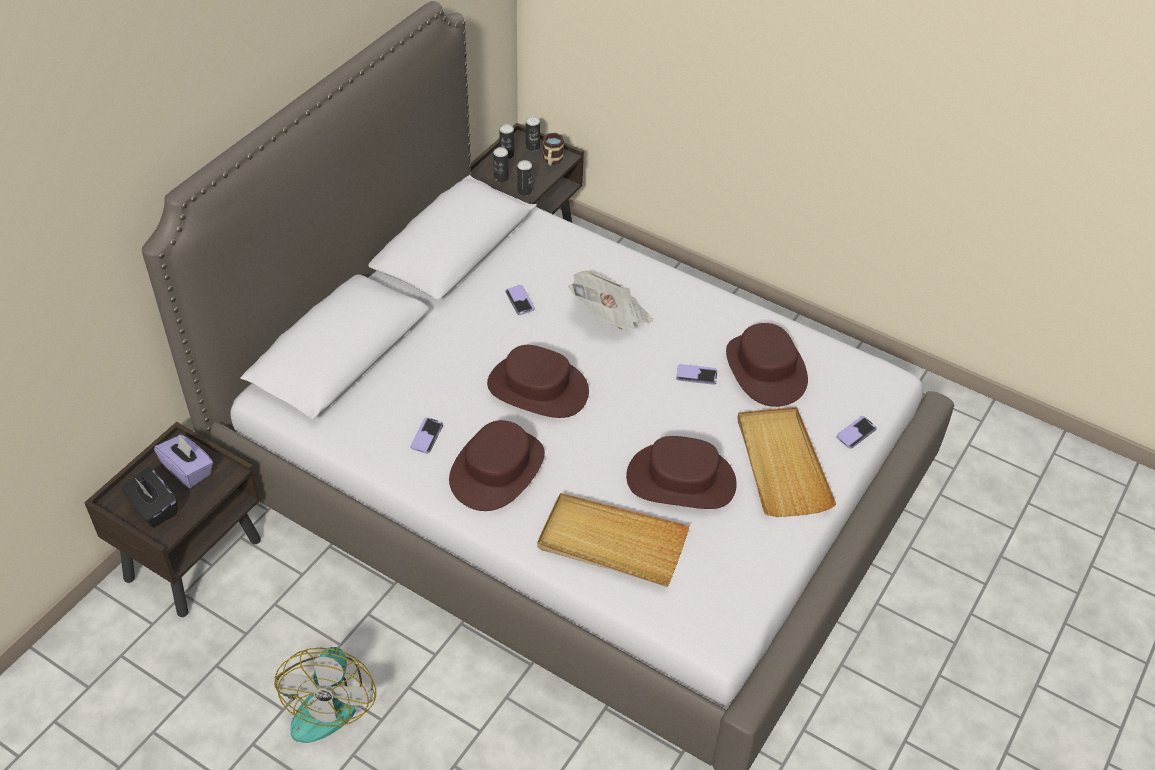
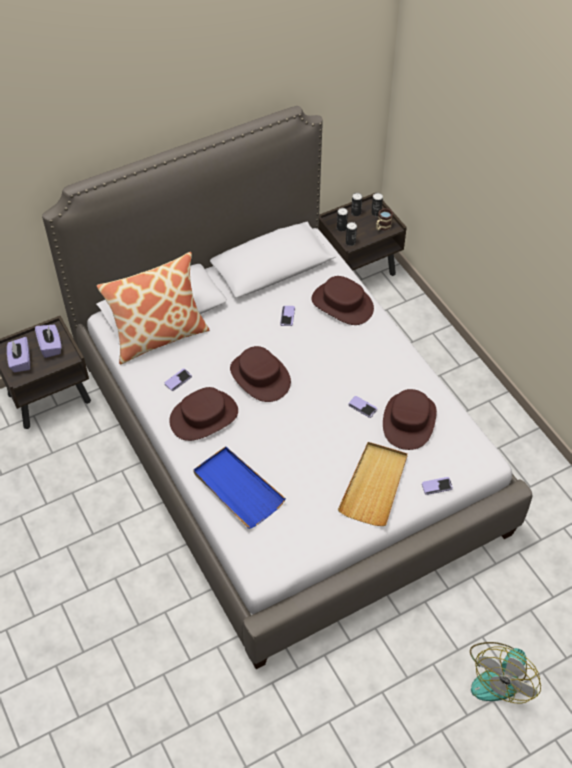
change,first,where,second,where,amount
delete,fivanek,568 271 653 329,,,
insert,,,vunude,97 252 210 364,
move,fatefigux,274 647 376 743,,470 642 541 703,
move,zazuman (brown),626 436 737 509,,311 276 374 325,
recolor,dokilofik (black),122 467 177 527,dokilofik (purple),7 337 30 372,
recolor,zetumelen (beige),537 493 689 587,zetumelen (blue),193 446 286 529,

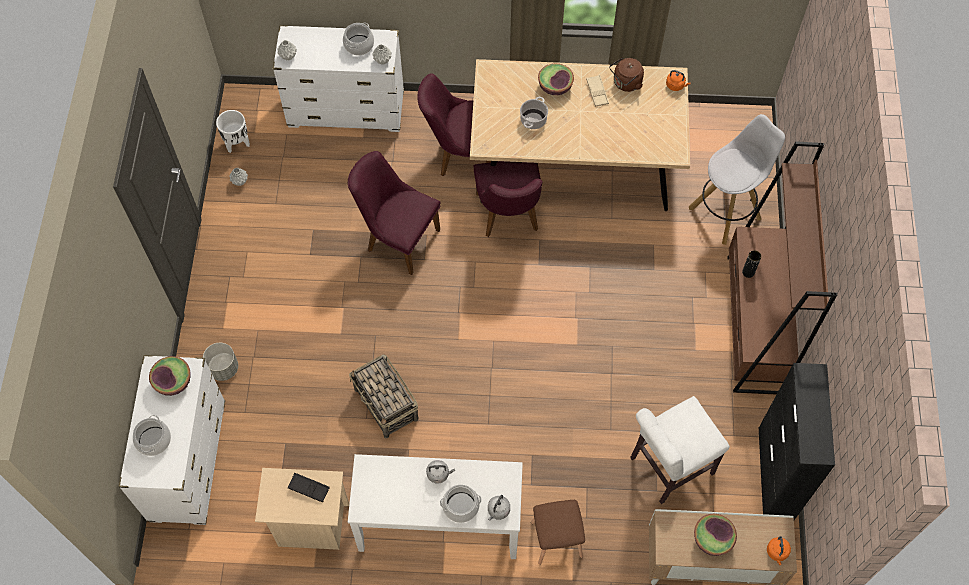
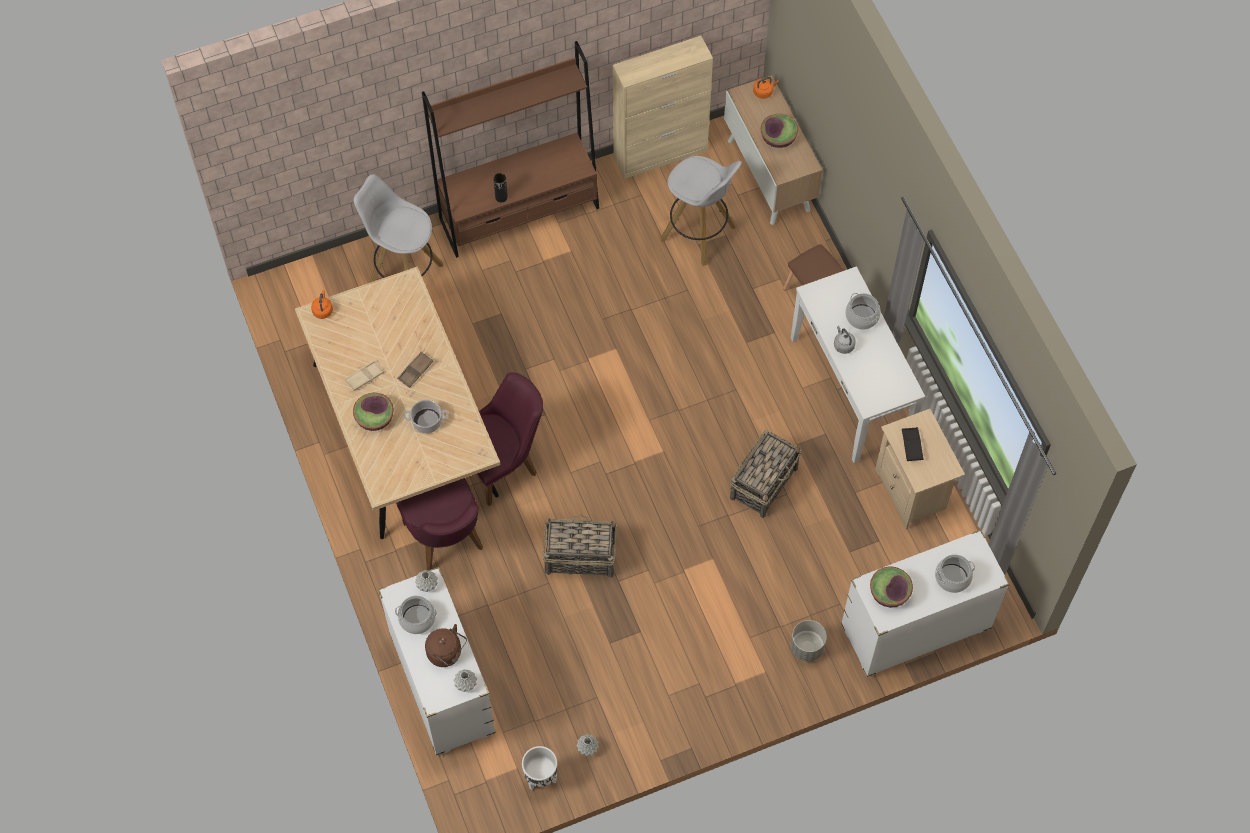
change,first,where,second,where,amount
delete,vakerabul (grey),488 495 510 520,,,
insert,,,zetumelen (brown),397 352 433 388,
move,vakerabul (brown),609 57 644 92,,425 624 467 667,
replace,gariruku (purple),348 151 441 275,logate,543 515 617 578,
replace,gariruku (white),630 396 730 504,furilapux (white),661 156 742 266,
recolor,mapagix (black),759 363 835 520,mapagix (beige),613 36 713 179,

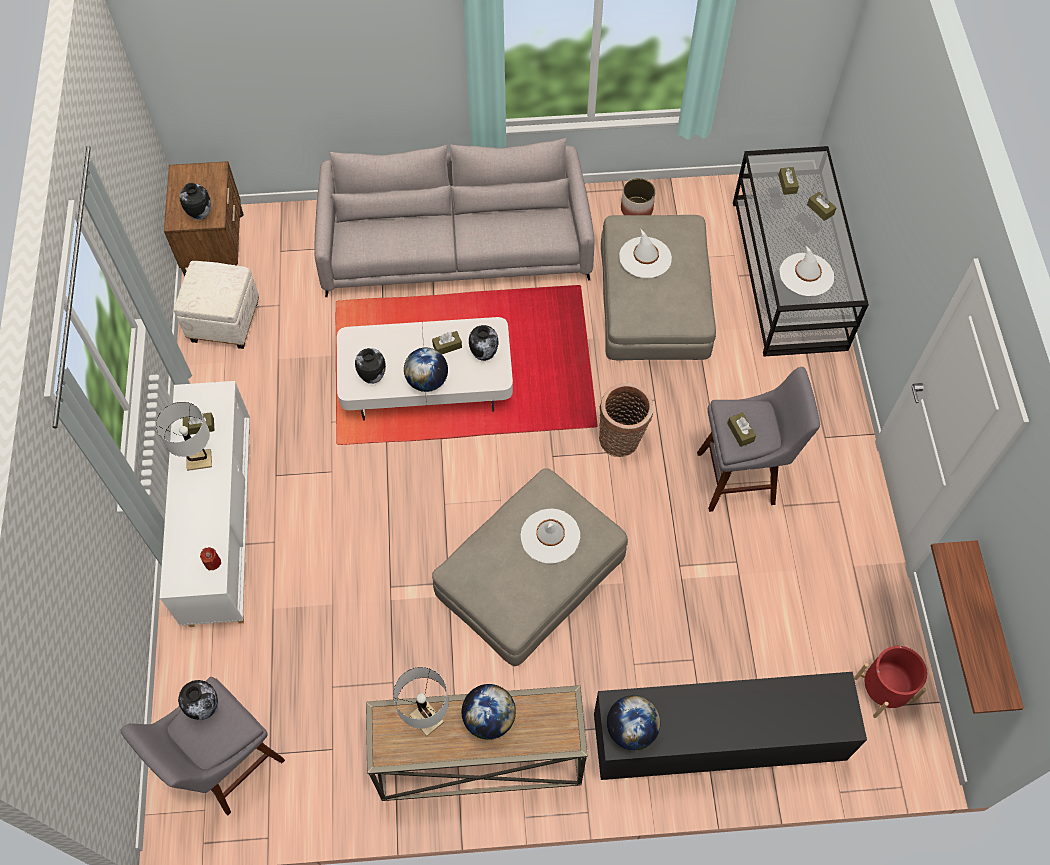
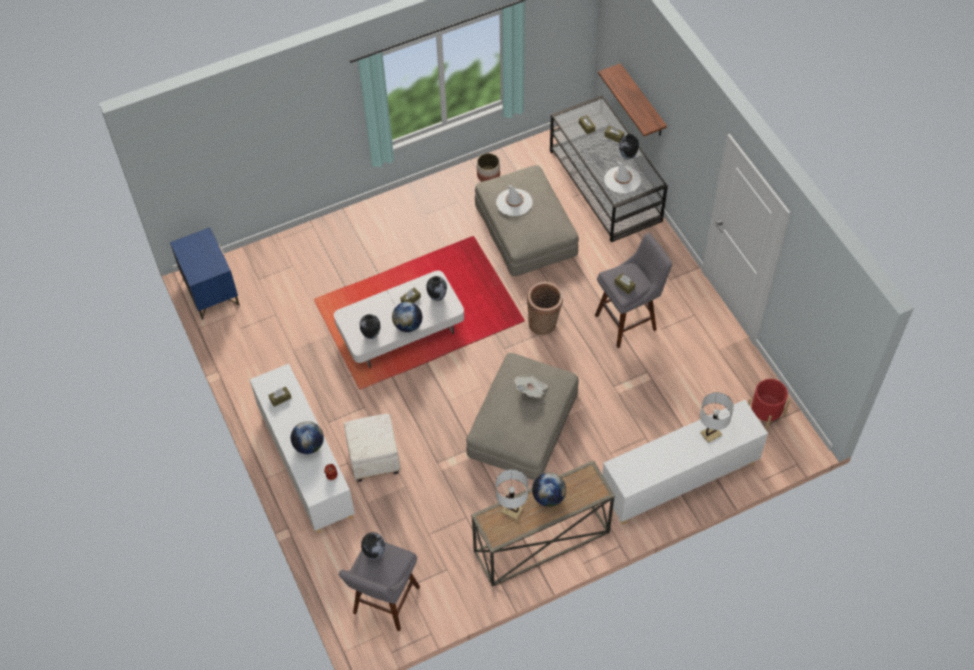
change,first,where,second,where,amount
delete,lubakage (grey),314 138 595 297,,,
move,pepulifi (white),156 402 212 471,,700 392 734 443,
move,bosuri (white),174 261 259 349,,344 414 401 482,
move,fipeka,180 183 211 220,,619 134 639 160,
move,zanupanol,607 695 660 750,,291 421 324 454,
move,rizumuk,931 540 1024 714,,598 63 667 136,
replace,zazuman (white),521 509 580 564,fivanek,514 375 548 397,
recolor,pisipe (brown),164 161 244 277,pisipe (blue),170 227 240 320,
recolor,mapagix (black),594 672 867 780,mapagix (white),602 400 768 525,

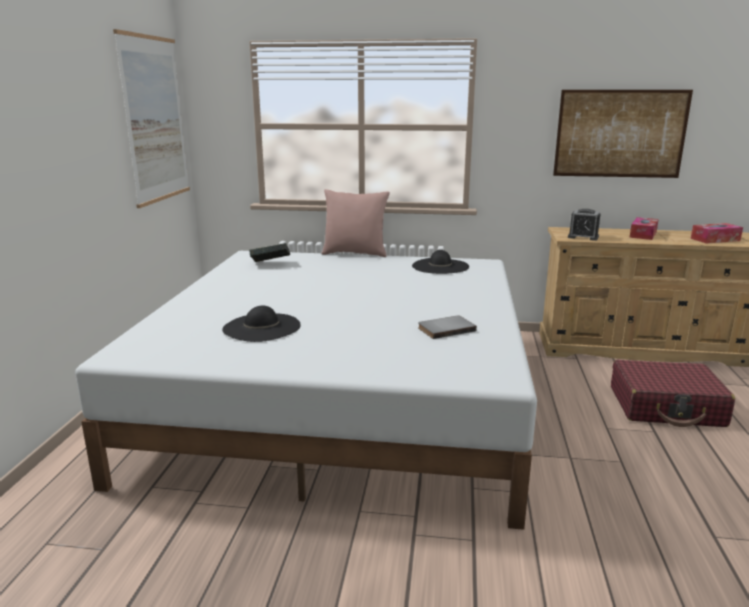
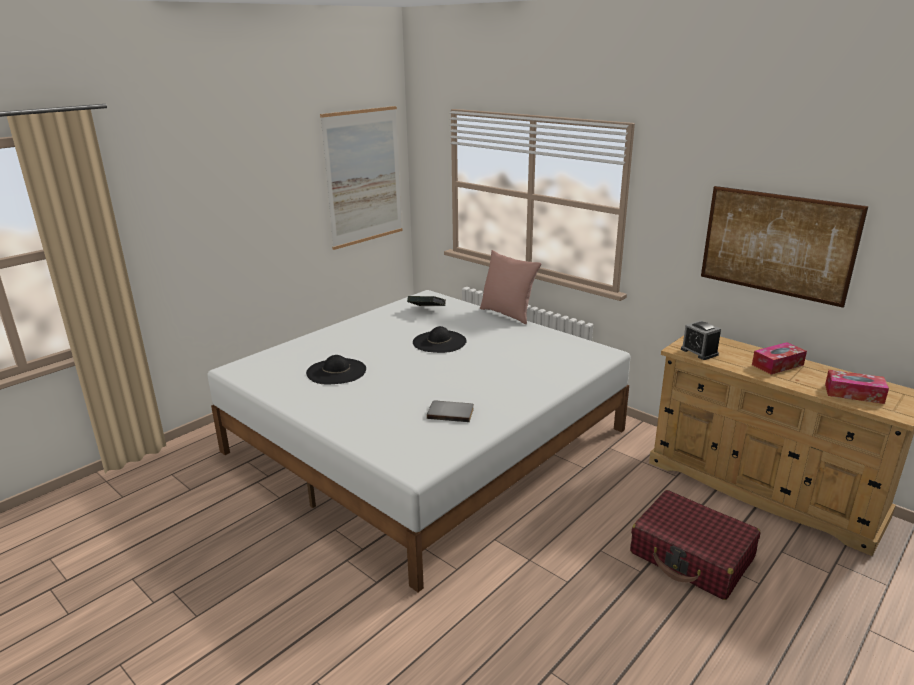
change,first,where,second,where,amount
move,zazuman (black),412 250 469 274,,413 326 467 353,

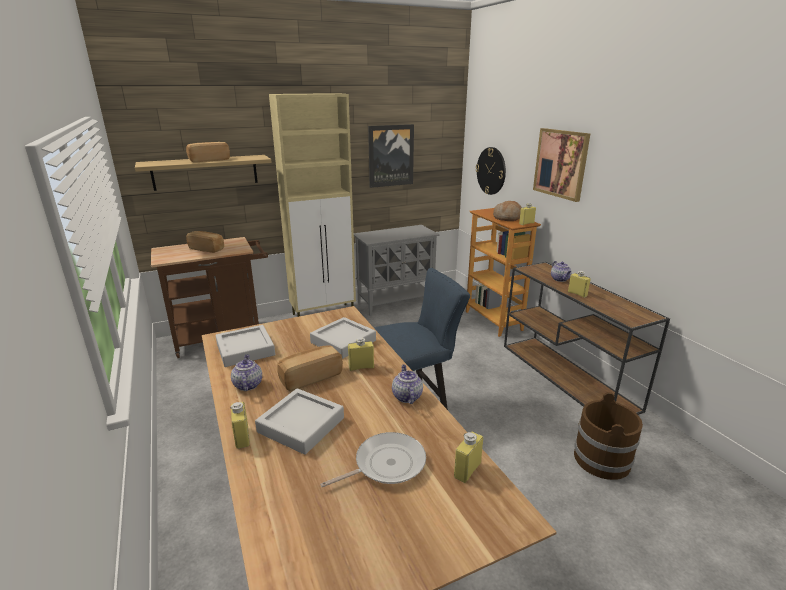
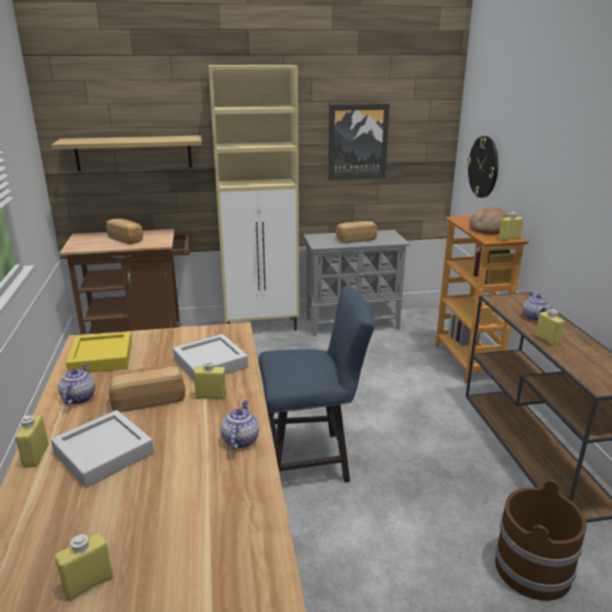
change,first,where,second,where,amount
delete,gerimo,320 432 426 487,,,
delete,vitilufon,533 128 590 202,,,
move,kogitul,186 142 230 162,,336 221 377 243,
move,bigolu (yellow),454 432 483 483,,55 533 113 601,
recolor,zetumelen (grey),216 325 275 367,zetumelen (yellow),66 332 132 373,

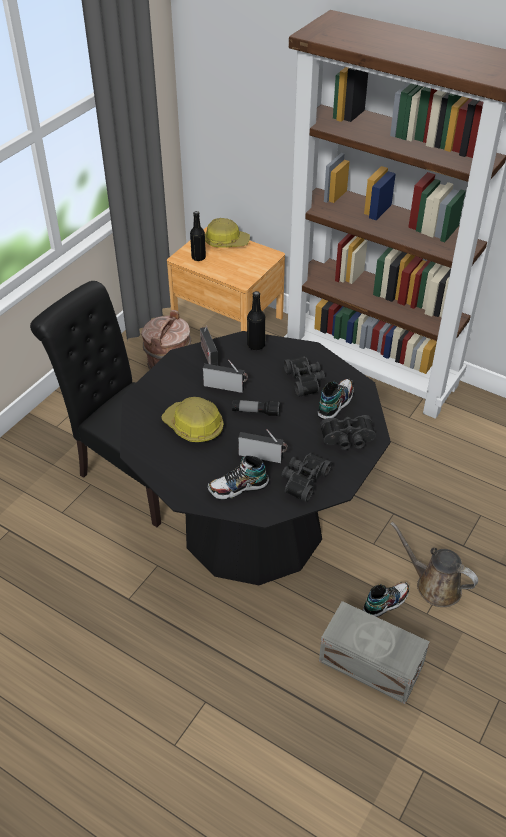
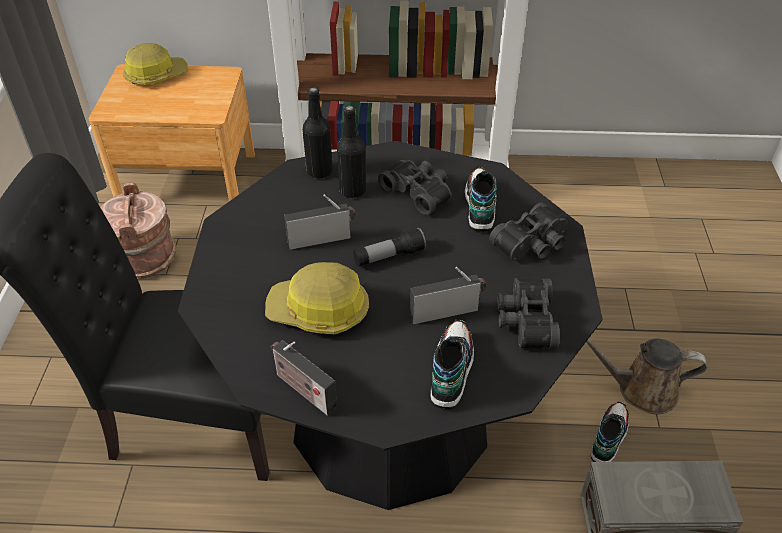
change,first,where,second,where,amount
move,bigolu (black),190 211 206 261,,337 105 366 198,
move,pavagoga,200 326 218 366,,271 340 337 416,
rotate,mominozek,208 456 269 500,,431 320 474 409,150 degrees clockwise

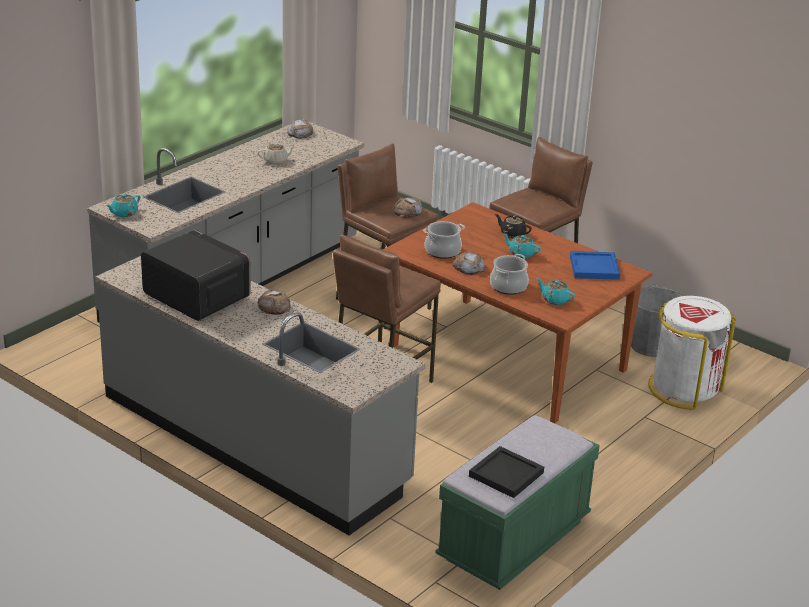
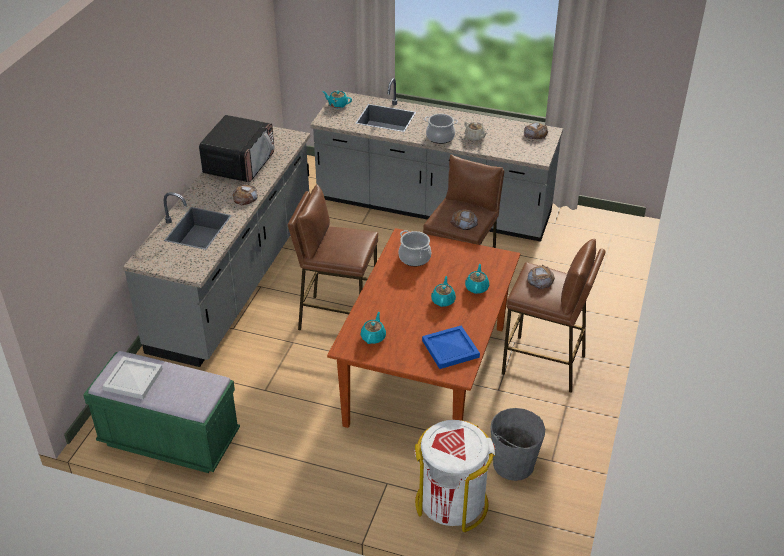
change,first,where,second,where,amount
move,kogitul,452 251 486 275,,528 265 555 289,
move,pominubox,490 254 529 295,,424 114 458 144,
recolor,zetumelen (black),469 446 544 498,zetumelen (white),103 357 163 399,
recolor,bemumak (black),495 214 532 238,bemumak (turquoise),465 264 489 294,

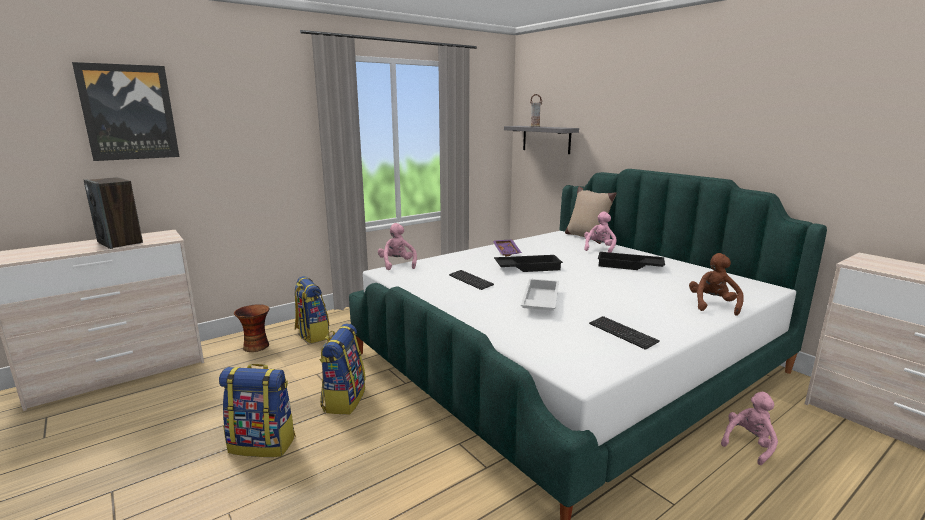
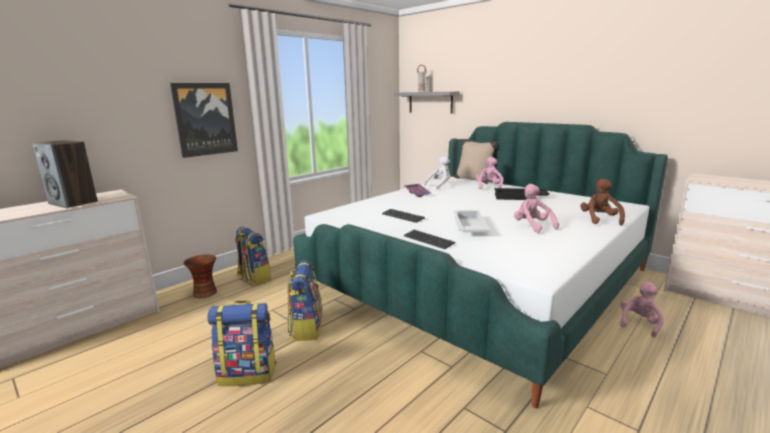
change,first,where,second,where,amount
delete,zetumelen (black),494 255 563 272,,,
insert,,,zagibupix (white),424 156 450 189,
move,vitilufon,72 62 180 161,,170 83 238 158,
move,zagibupix (pink),378 223 417 270,,514 184 559 233,
move,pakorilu,589 316 660 350,,404 230 455 249,

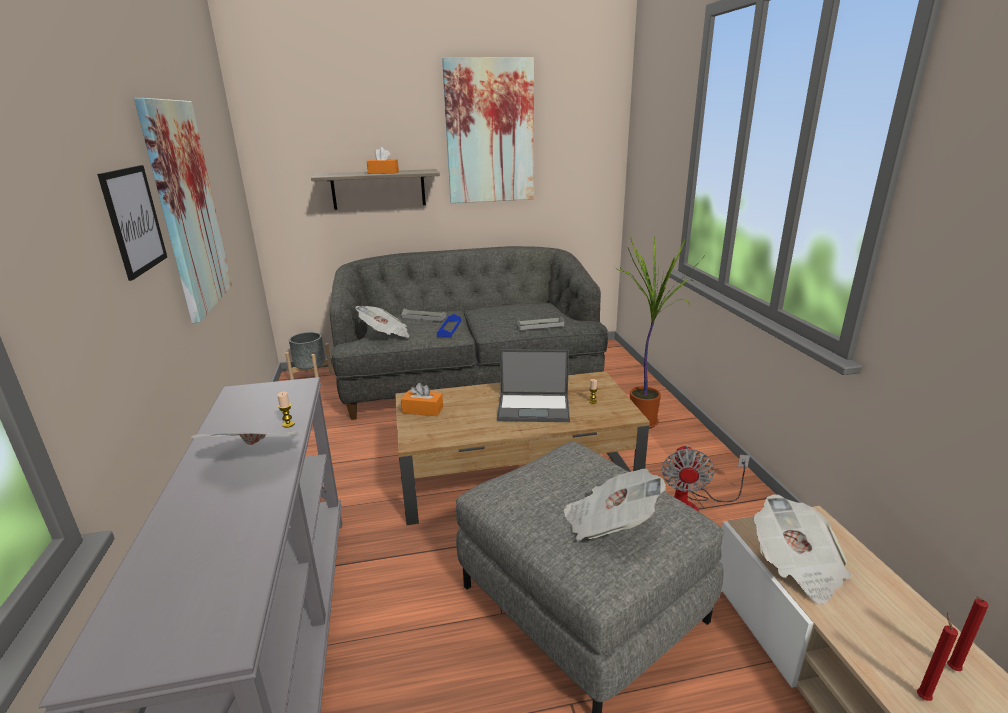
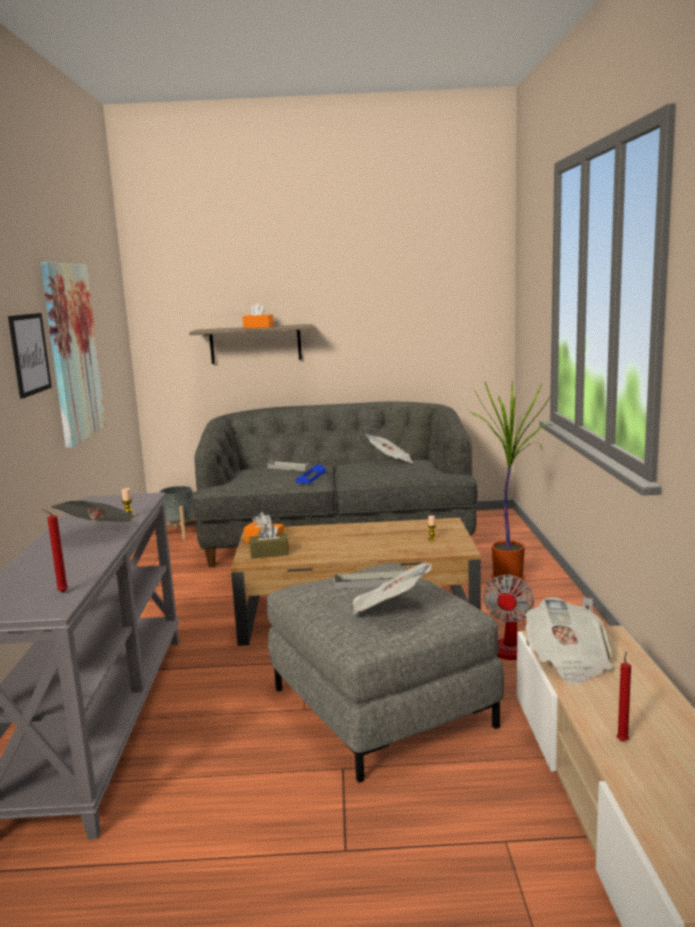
change,first,where,second,where,amount
delete,vitilufon,442 57 534 203,,,
delete,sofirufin,497 349 570 422,,,
insert,,,dokilofik (brown),250 523 289 558,
move,fivanek,355 306 409 338,,365 434 414 463,
move,zetumelen (grey),517 316 564 330,,334 570 403 589,
move,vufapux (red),947 596 989 671,,42 509 68 592,

